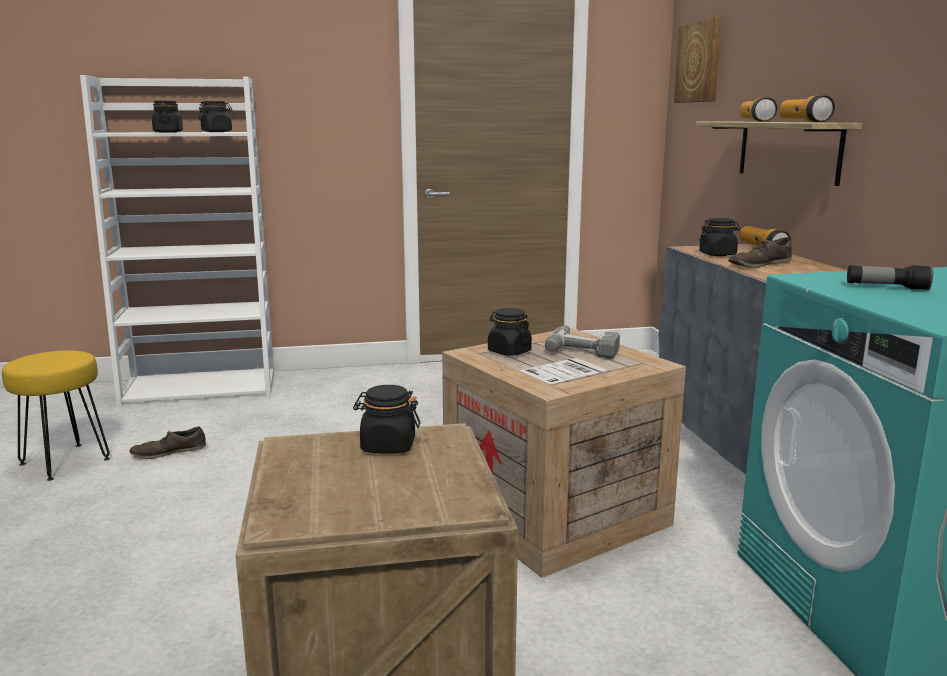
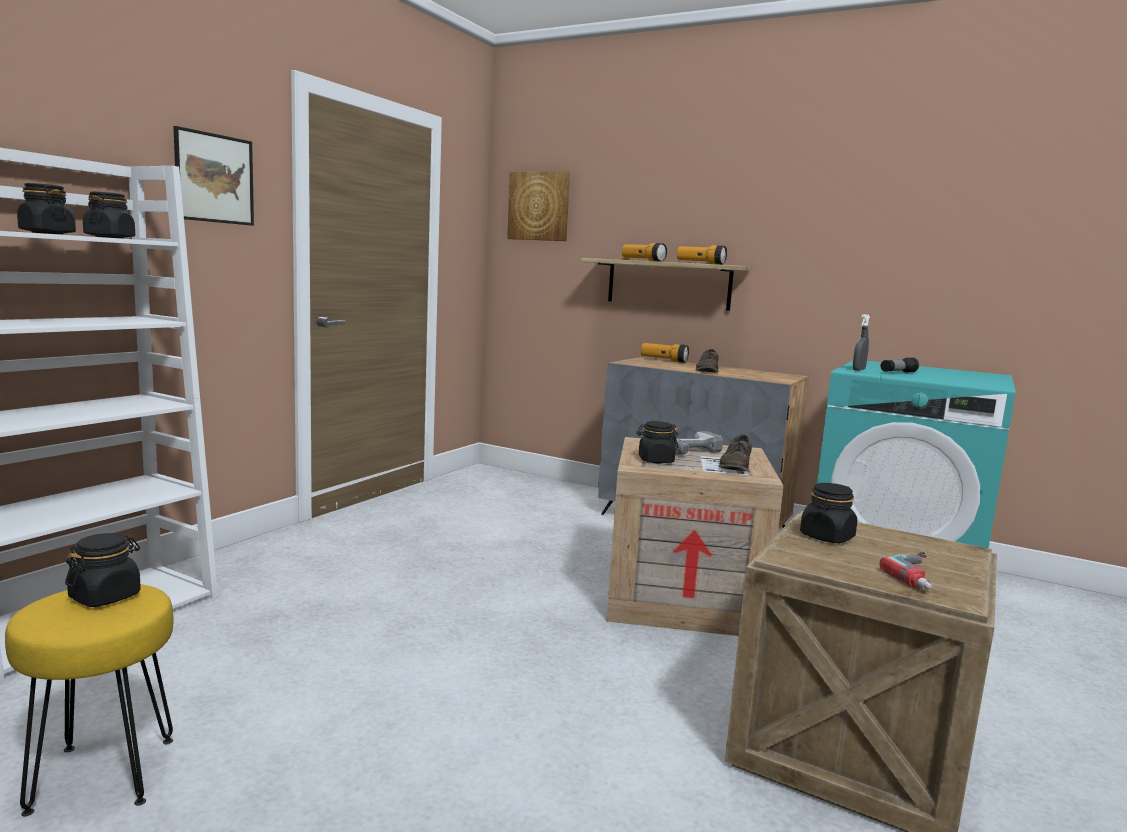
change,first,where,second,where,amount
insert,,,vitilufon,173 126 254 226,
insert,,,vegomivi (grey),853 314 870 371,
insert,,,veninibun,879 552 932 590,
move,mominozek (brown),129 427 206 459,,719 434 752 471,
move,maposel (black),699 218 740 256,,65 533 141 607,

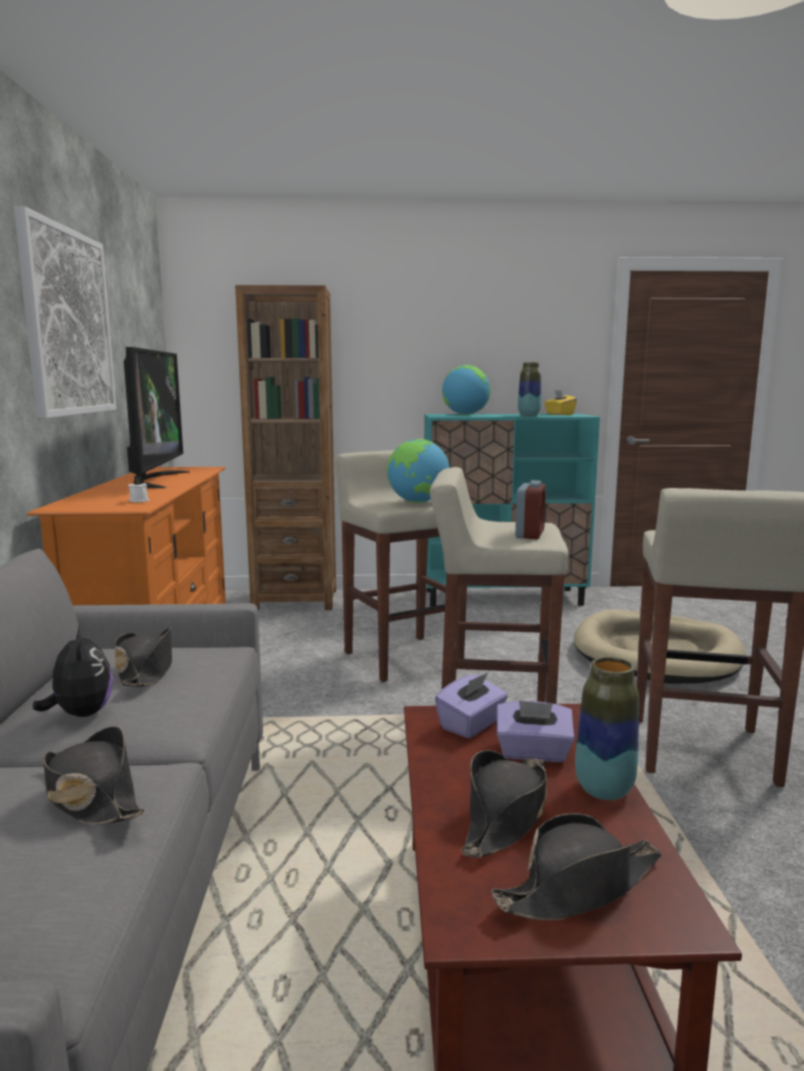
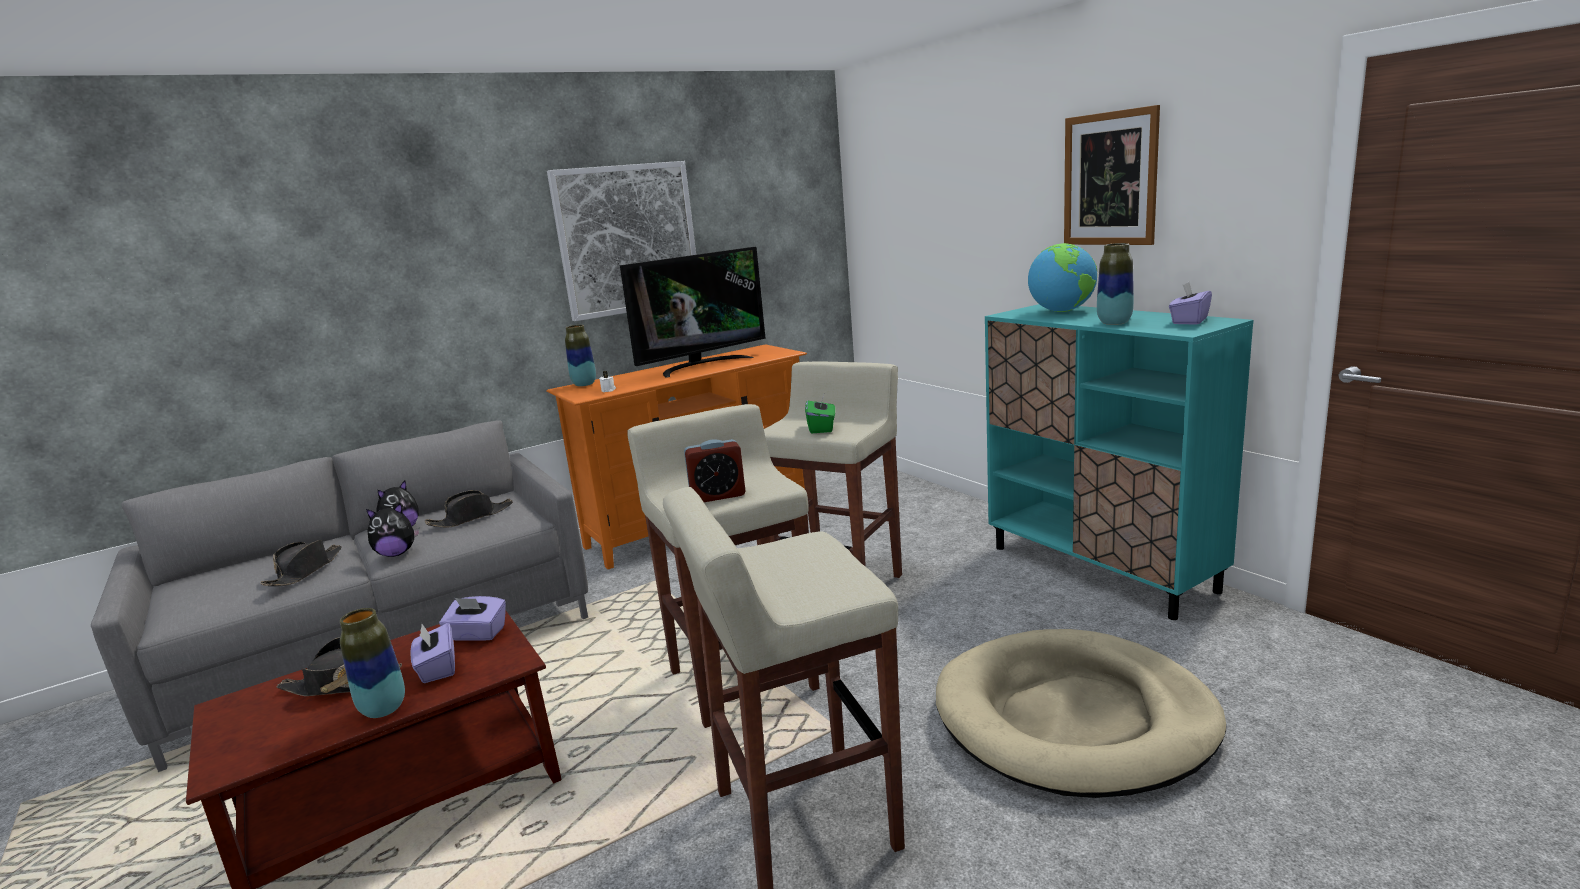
change,first,where,second,where,amount
delete,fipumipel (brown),235 285 336 611,,,
delete,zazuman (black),492 813 662 920,,,
insert,,,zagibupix,366 503 420 557,
insert,,,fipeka,565 325 596 387,
insert,,,vitilufon,1064 105 1160 245,
replace,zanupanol,387 439 450 503,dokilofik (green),805 392 835 434,
recolor,dokilofik (yellow),544 390 577 415,dokilofik (purple),1169 282 1212 325,

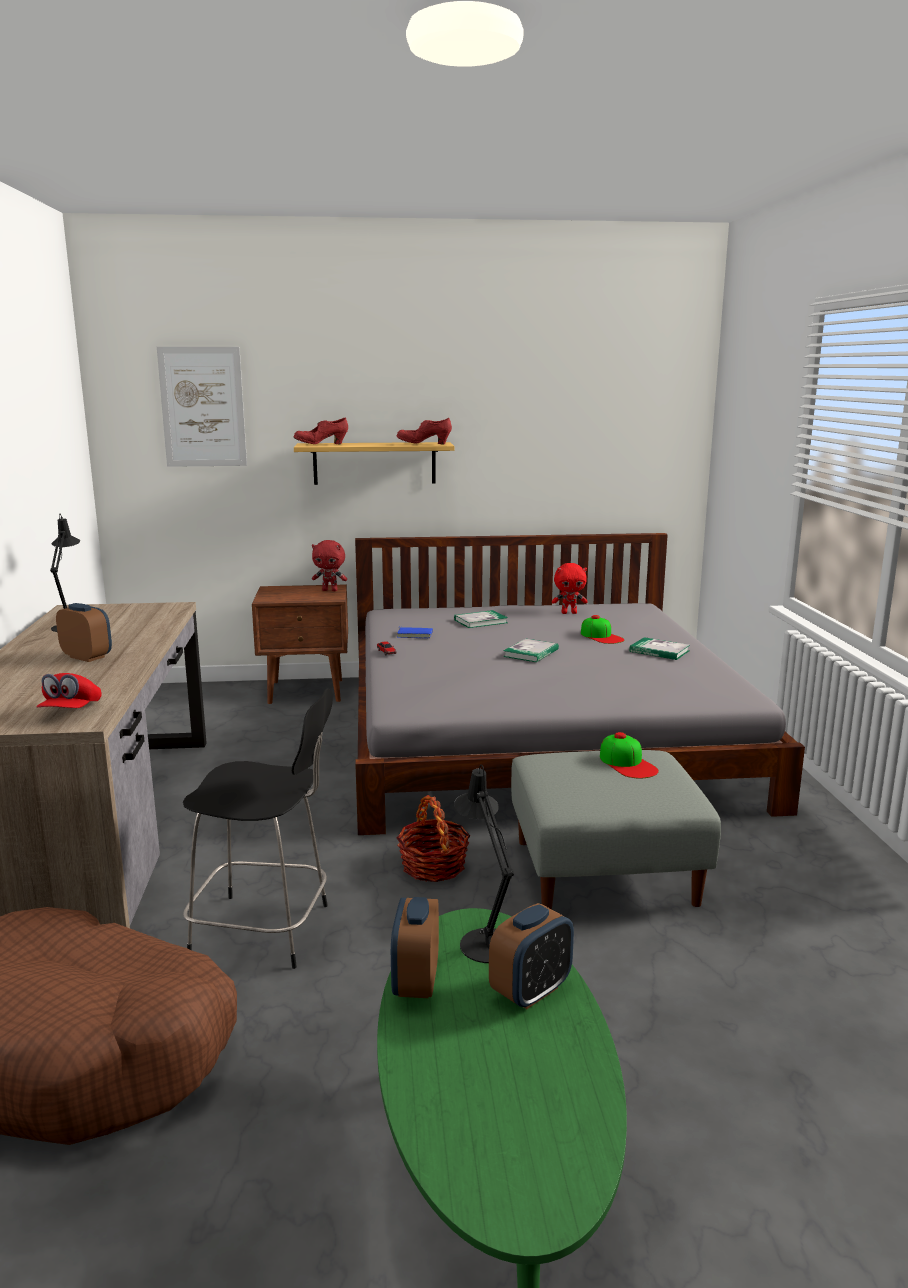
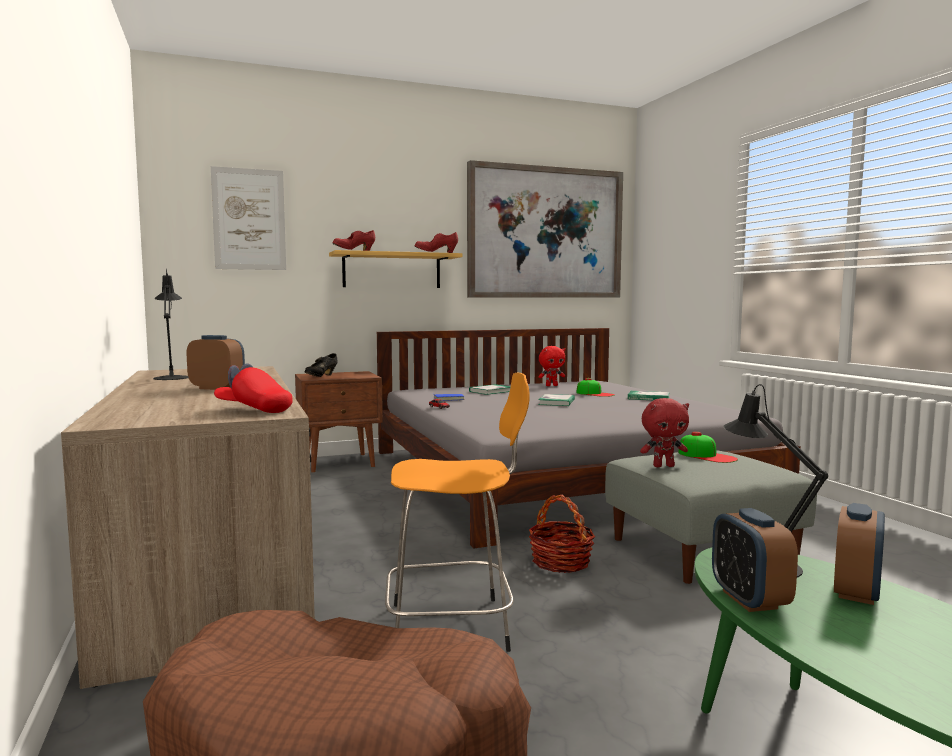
change,first,where,second,where,amount
insert,,,mominozek (black),304 353 338 377,
insert,,,vitilufon,467 160 623 298,
move,zagibupix (red),312 540 347 591,,640 398 689 467,
recolor,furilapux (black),183 689 333 969,furilapux (orange),385 372 530 652,
rotate,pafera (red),36 673 101 708,,214 363 293 413,120 degrees clockwise

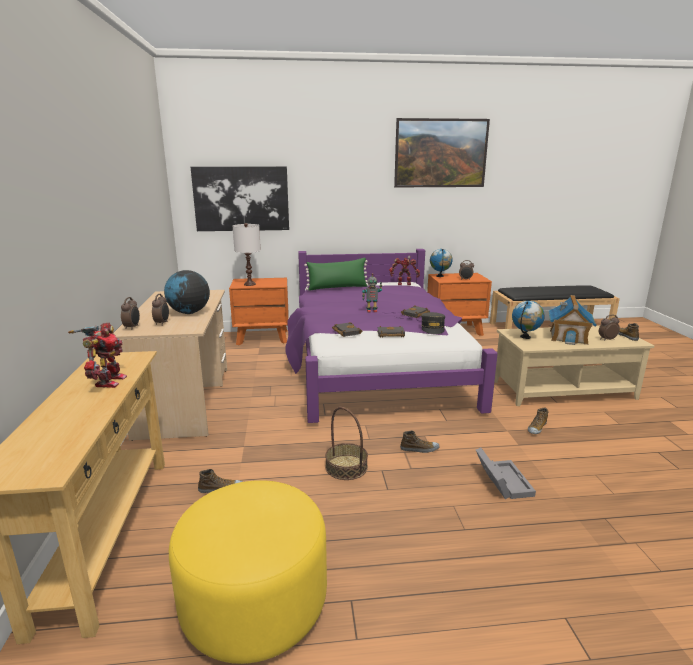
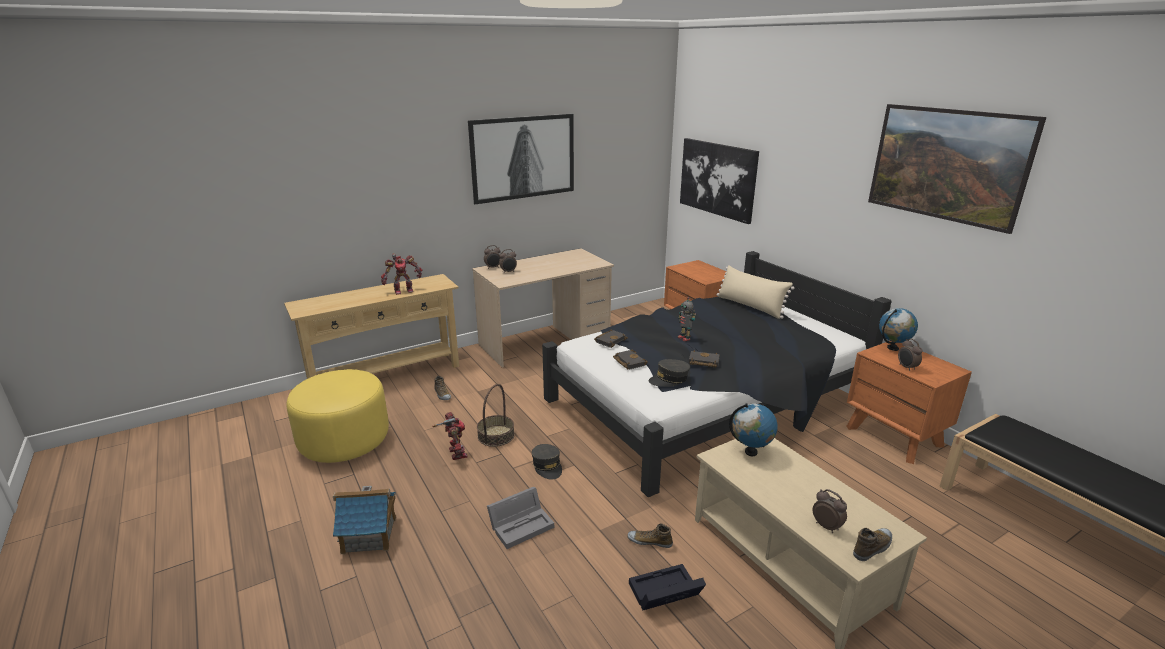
change,first,where,second,where,amount
delete,zanupanol,164 270 210 314,,,
delete,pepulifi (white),233 223 261 286,,,
insert,,,vitilufon,468 114 574 204,
insert,,,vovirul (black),629 564 706 611,
move,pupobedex,389 256 420 285,,432 412 468 460,
move,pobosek,549 295 597 345,,333 486 396 554,
replace,mominozek,400 431 439 453,pafera (grey),532 444 562 480,
recolor,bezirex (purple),285 249 498 423,bezirex (black),542 251 892 497,
recolor,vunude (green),304 258 369 291,vunude (beige),716 265 794 319,

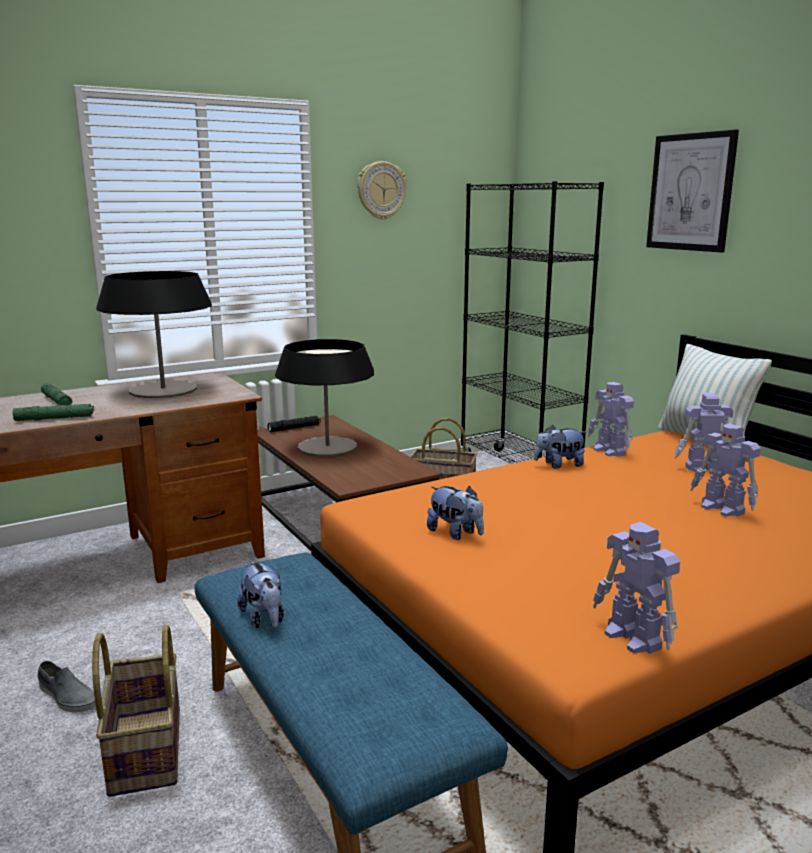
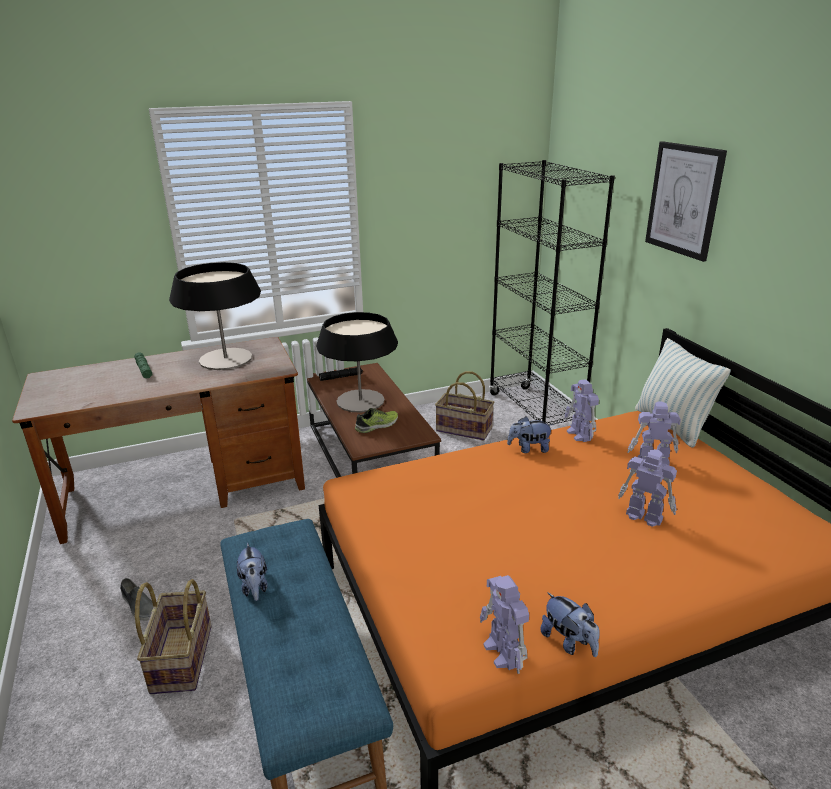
change,first,where,second,where,amount
delete,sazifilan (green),13 404 94 421,,,
delete,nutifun,357 161 407 220,,,
insert,,,mominozek,355 408 398 433,
move,zagibupix,427 486 484 540,,540 592 600 657,
rotate,pupobedex,690 424 761 517,,618 449 677 527,150 degrees clockwise

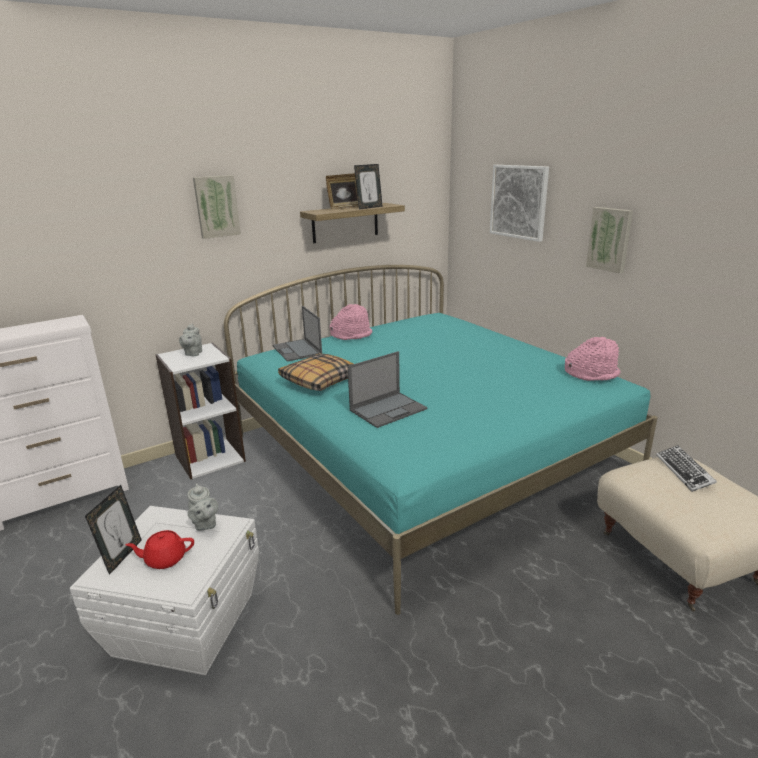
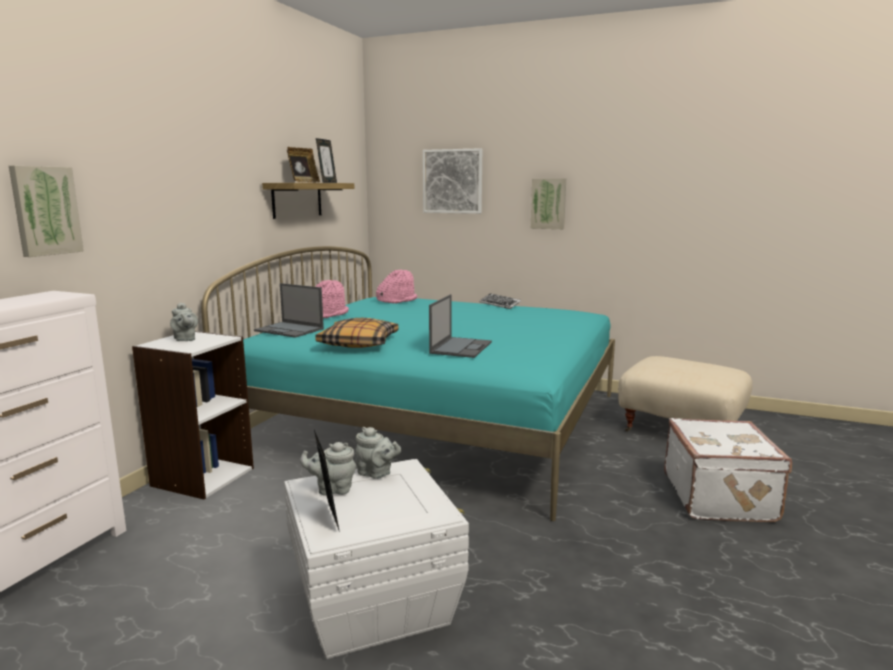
change,first,where,second,where,amount
delete,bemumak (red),126 530 194 569,,,
insert,,,bemumak (grey),300 442 356 496,
insert,,,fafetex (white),664 418 792 522,
move,vitilufon,193 175 241 239,,9 166 84 257,
move,zazuman (pink),565 337 621 381,,376 270 417 303,
move,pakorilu,656 445 717 492,,479 293 521 309,

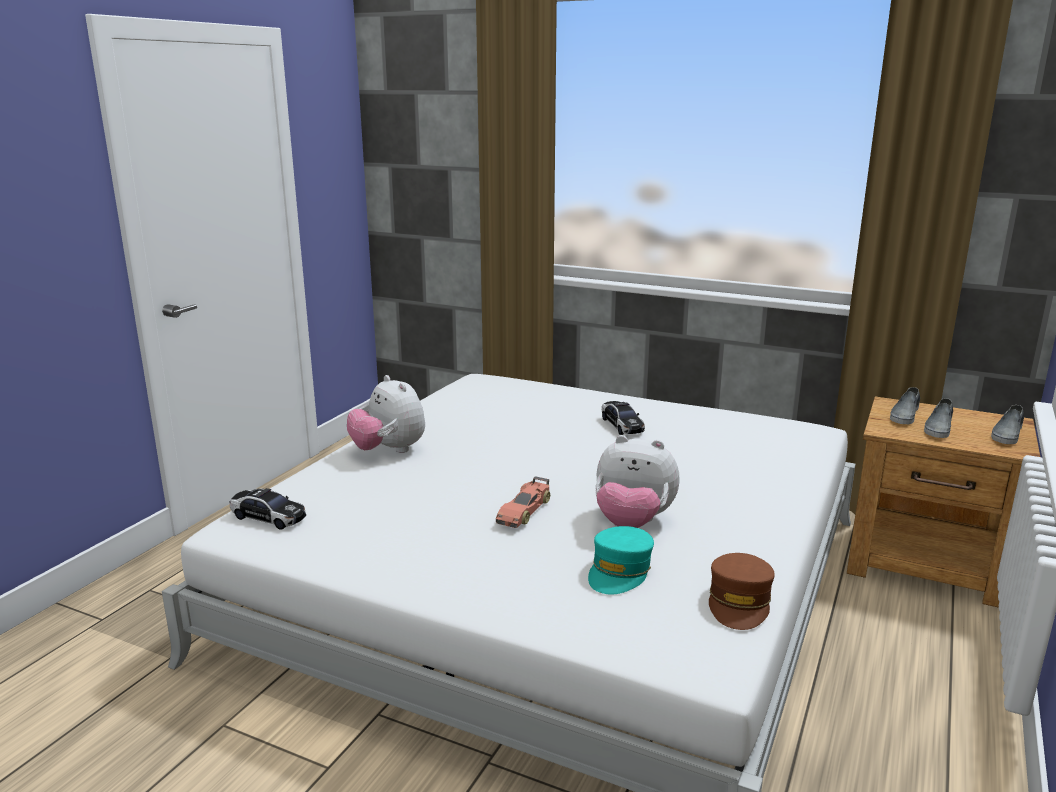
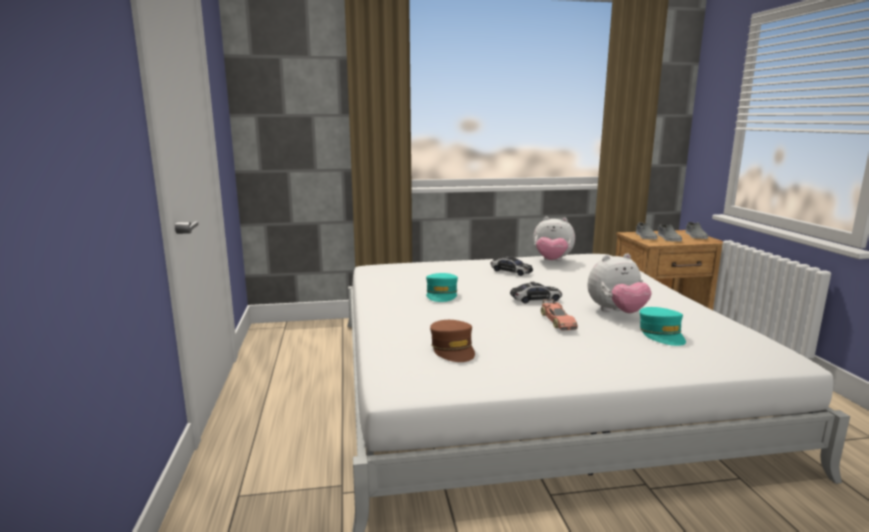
change,first,where,second,where,amount
insert,,,pafera (turquoise),426 273 458 302,
move,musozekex,230 488 306 530,,510 282 562 304,
move,zagibupix,347 375 425 453,,533 217 575 261,
move,pafera (brown),709 553 775 630,,430 320 475 362,

